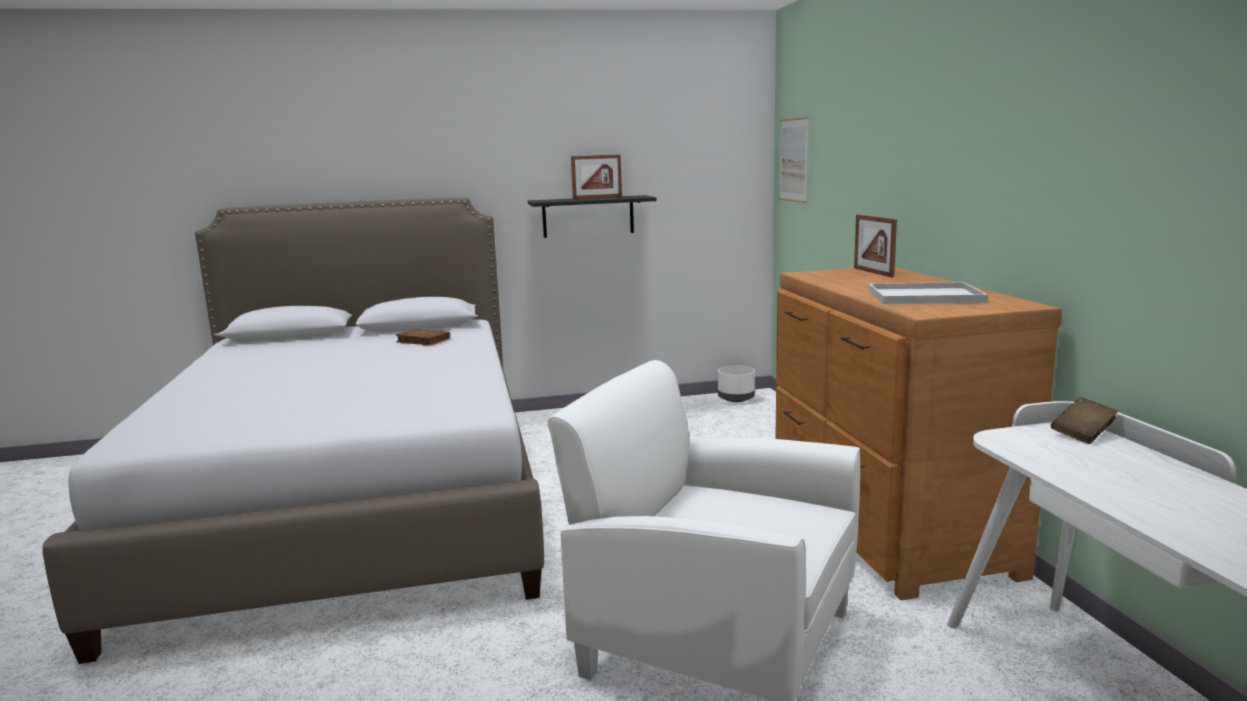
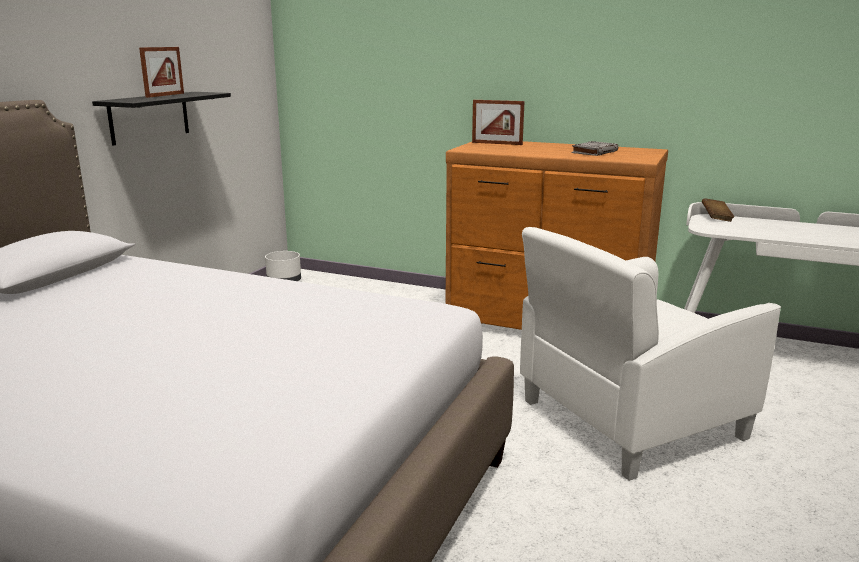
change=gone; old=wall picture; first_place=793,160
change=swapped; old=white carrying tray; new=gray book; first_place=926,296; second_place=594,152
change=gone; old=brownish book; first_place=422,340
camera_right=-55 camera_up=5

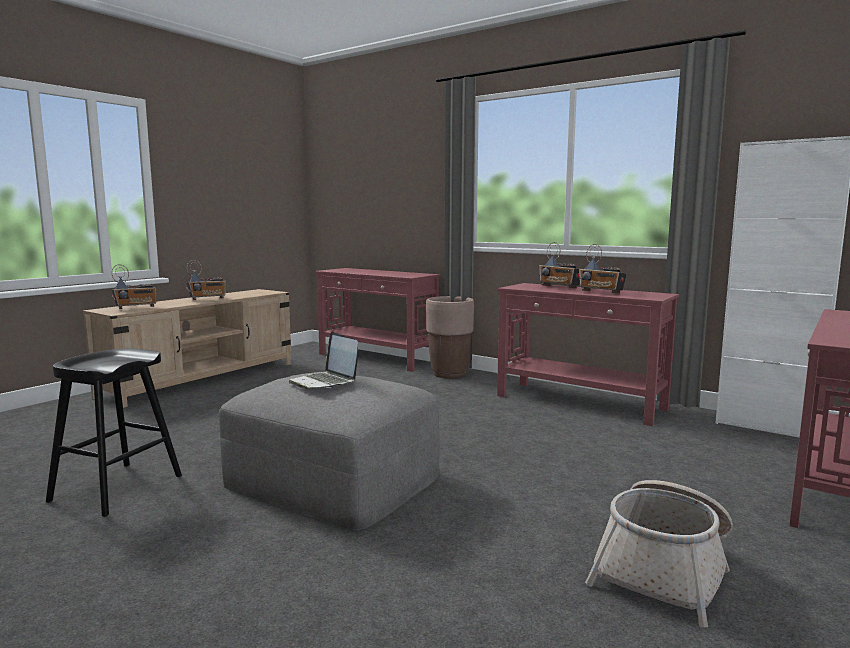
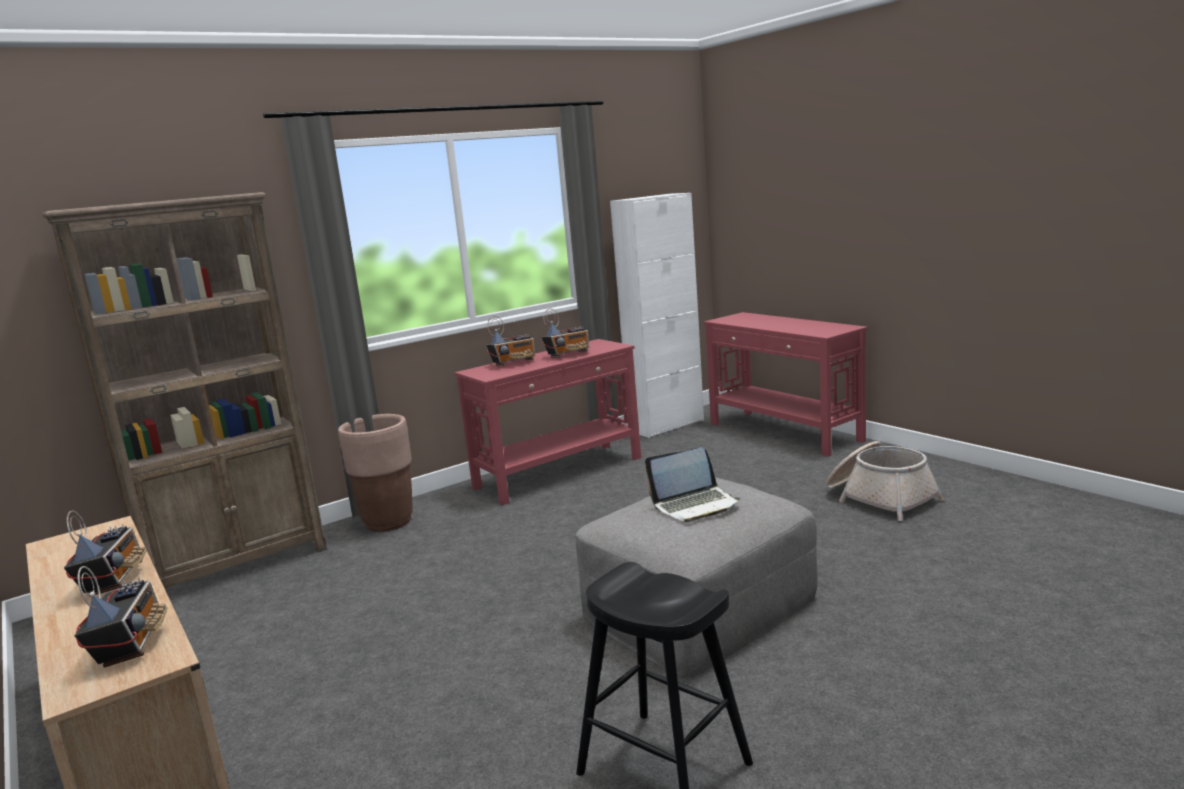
change=swapped; old=red-coloured narrow table; new=brownish bookcase; first_place=377,358; second_place=239,565
camera_right=-70 camera_up=5

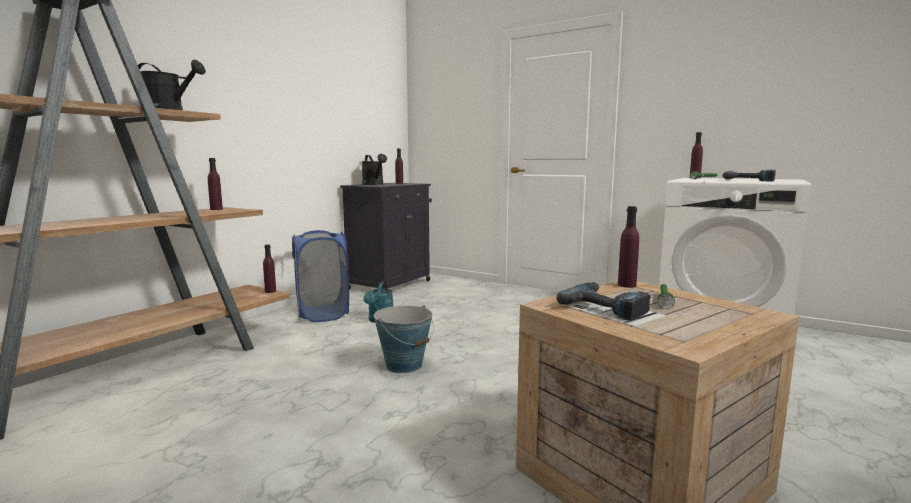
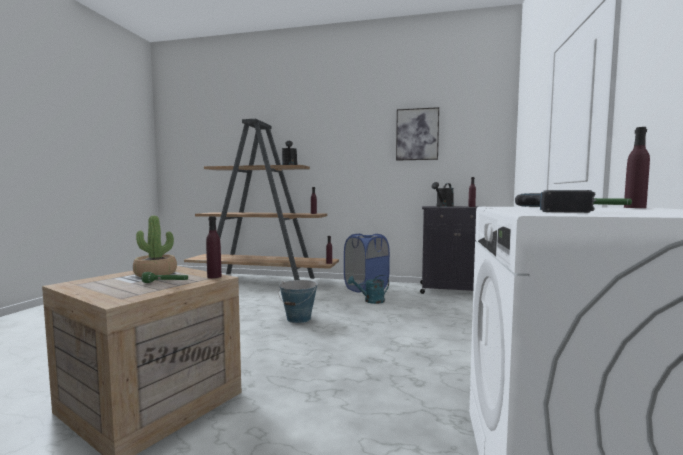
change=swapped; old=drill; new=houseplant; first_place=606,306; second_place=155,274
change=new; new=wall picture; second_place=417,134
camera_right=70 camera_up=-5

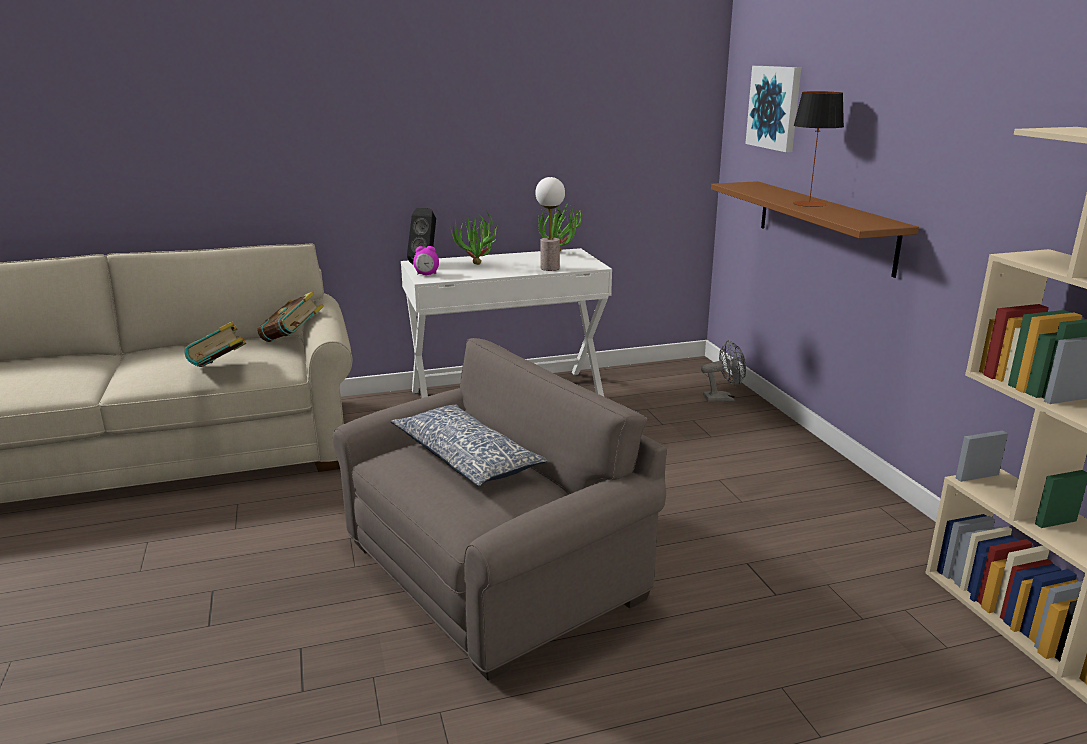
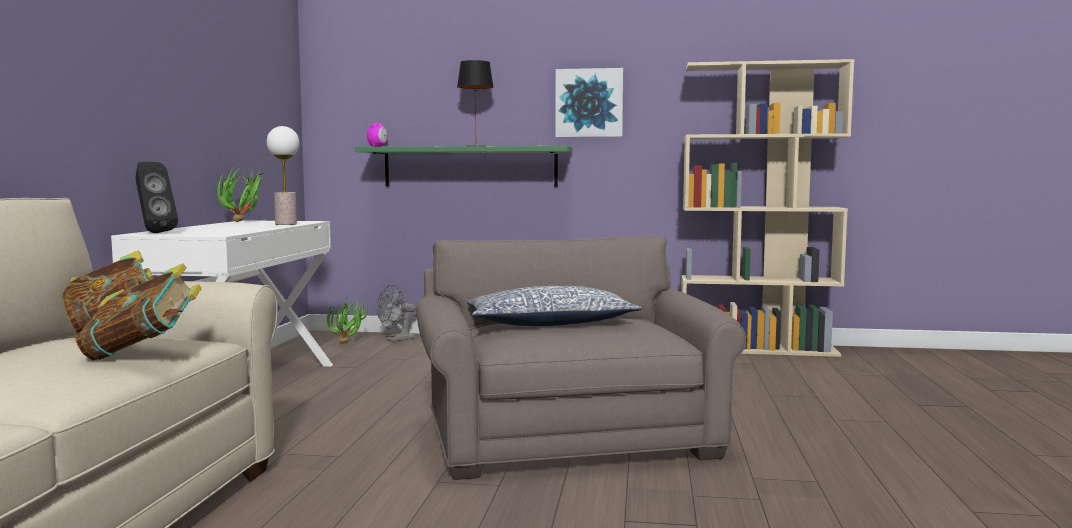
change=shifted; old=wall picture; first_place=774,107; second_place=589,103
change=repainted; old=brownish wall shelf; new=green-coloured wall shelf; first_place=824,225; second_place=470,167
change=shifted; old=houseplant; first_place=477,266; second_place=348,343
change=shifted; old=bedside clock; first_place=426,274; second_place=377,147
change=rotated; old=gray fan; first_place=723,398; second_place=396,340; degrees=-150
camera_right=-65 camera_up=-15

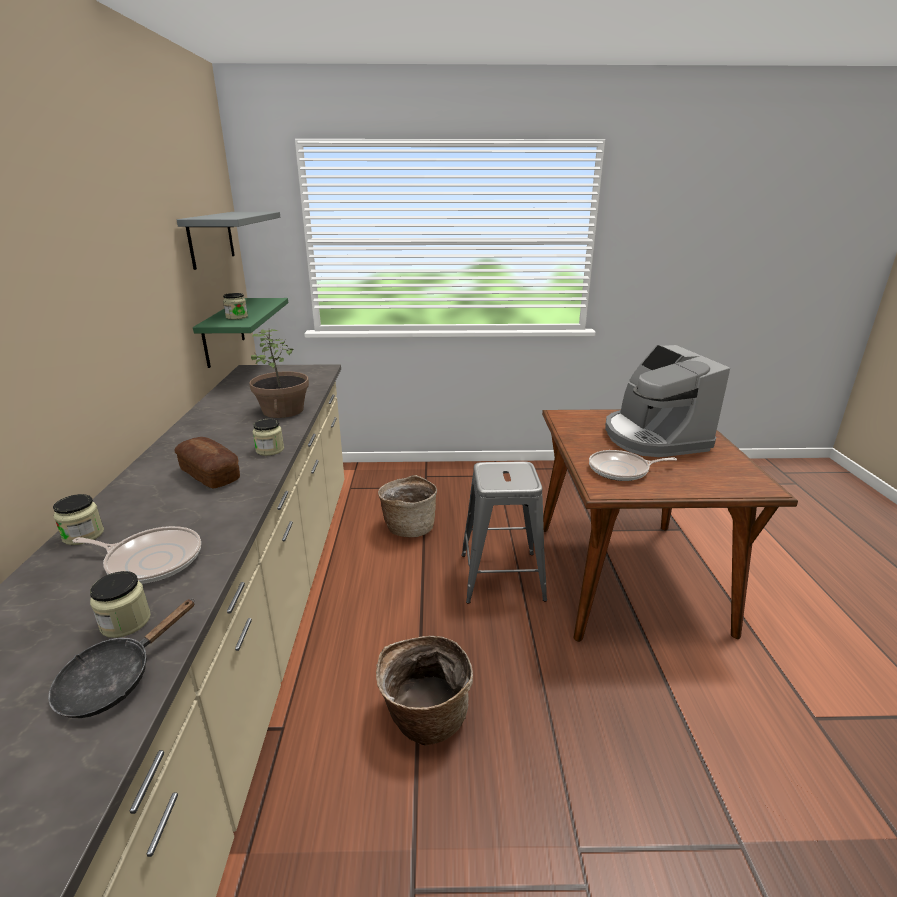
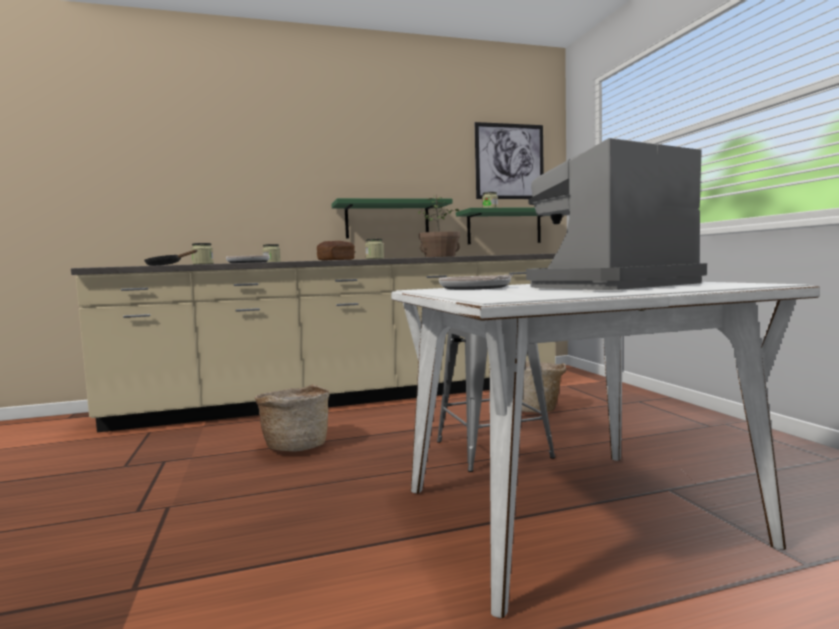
change=swapped; old=gray wall shelf; new=wall picture; first_place=211,239; second_place=509,161
change=repainted; old=brownish kitchen table; new=white kitchen table; first_place=627,576; second_place=572,516
change=new; new=green-coloured wall shelf; second_place=387,220
camera_right=75 camera_up=-20

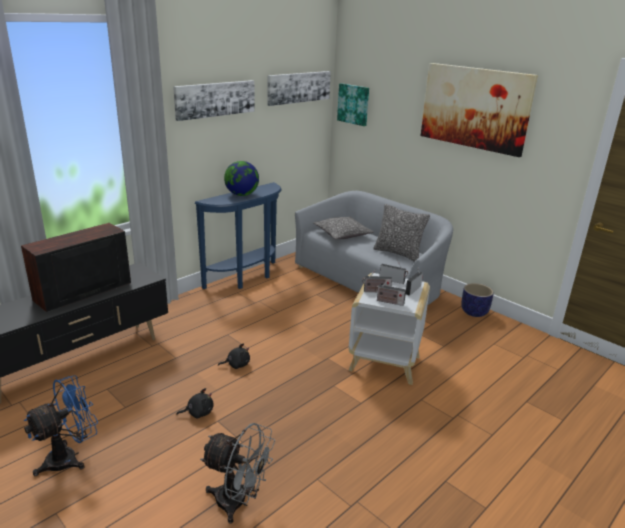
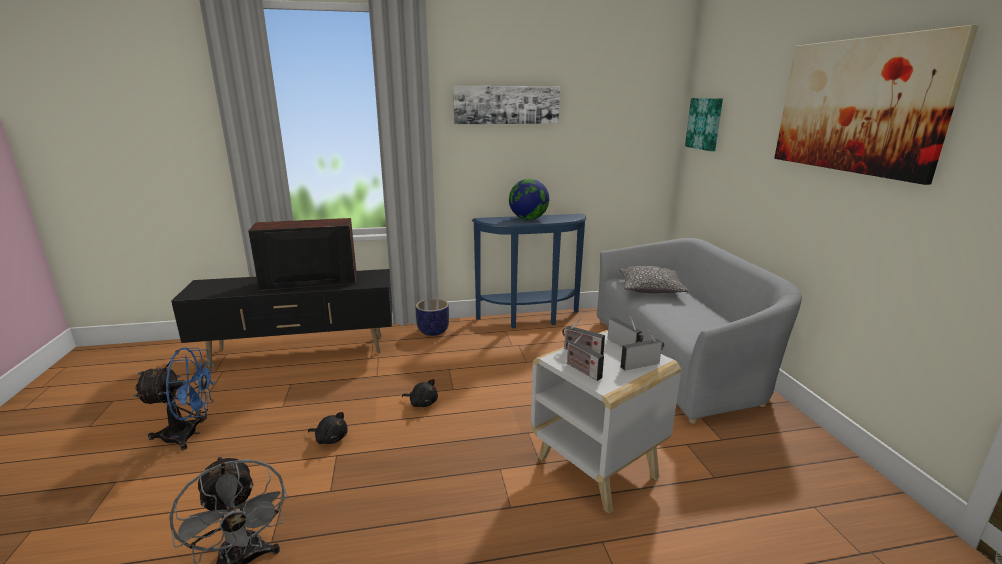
change=gone; old=wall picture; first_place=298,87
change=gone; old=cushion; first_place=398,253
change=shifted; old=plant pot; first_place=474,312; second_place=433,331
camera_right=35 camera_up=-5

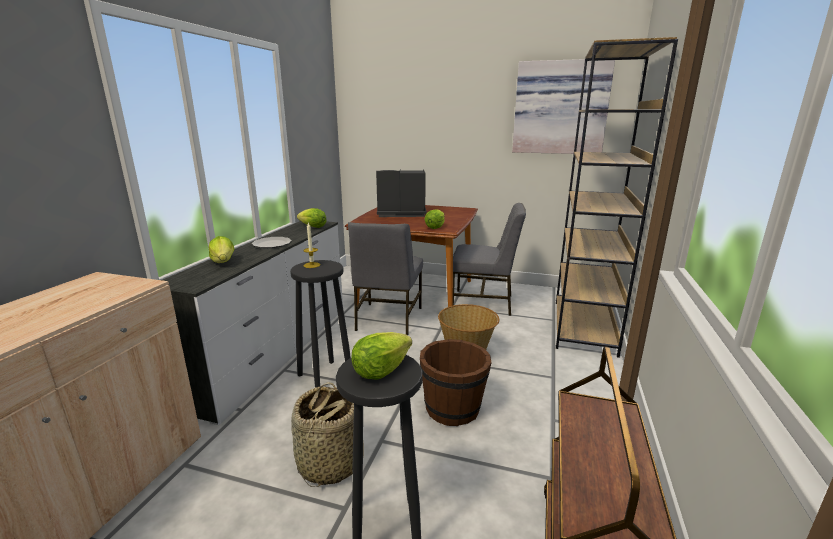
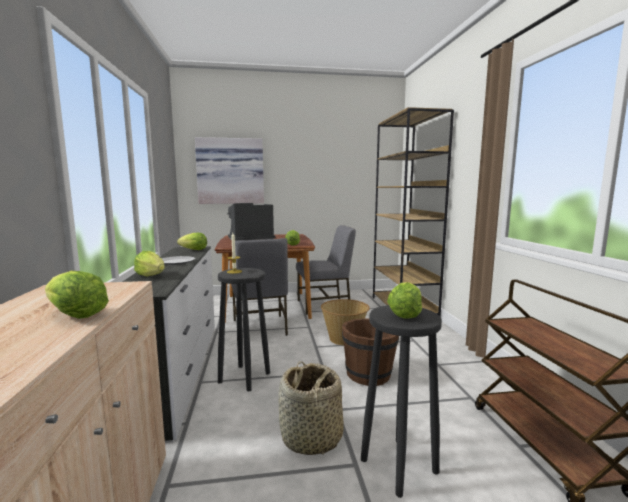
change=shifted; old=wall picture; first_place=560,108; second_place=230,171
change=new; new=head of lettuce; second_place=76,315
camera_right=-25 camera_up=-10

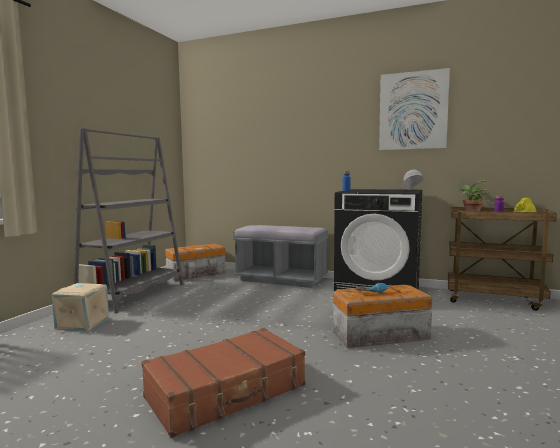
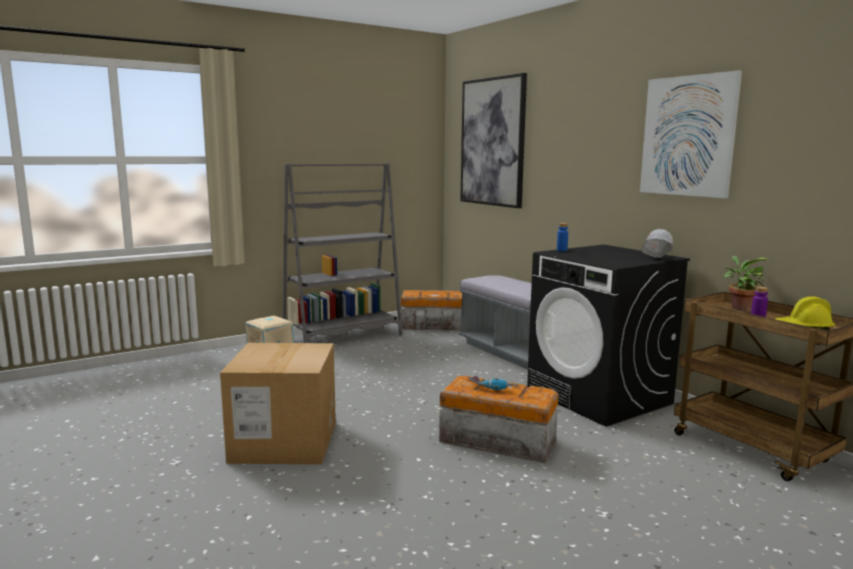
change=swapped; old=brownish travel case; new=cardboard box; first_place=227,392; second_place=284,442
change=new; new=wall picture; second_place=492,142
camera_right=35 camera_up=5

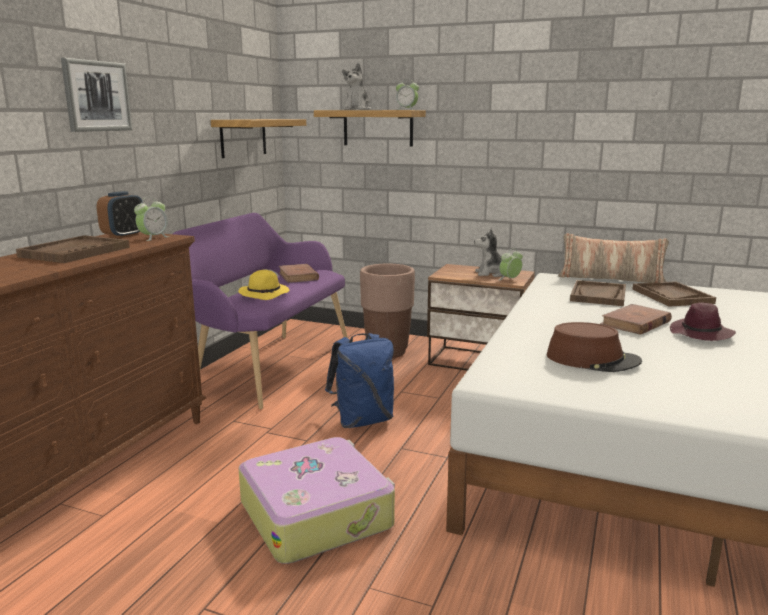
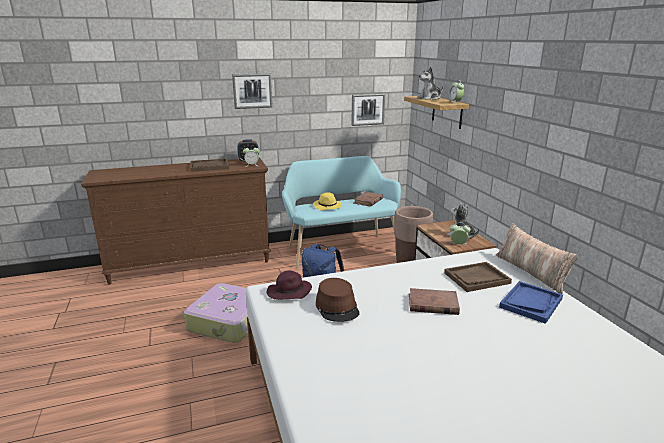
change=swapped; old=wall shelf; new=wall picture; first_place=243,137; second_place=367,109
change=repainted; old=purplish long seat; new=turquoise-coloured long seat; first_place=268,366; second_place=340,248
change=repainted; old=brownish carrying tray; new=blue carrying tray; first_place=671,296; second_place=531,303
change=shifted; old=purplish hat; first_place=701,334; second_place=288,293
camera_right=50 camera_up=5

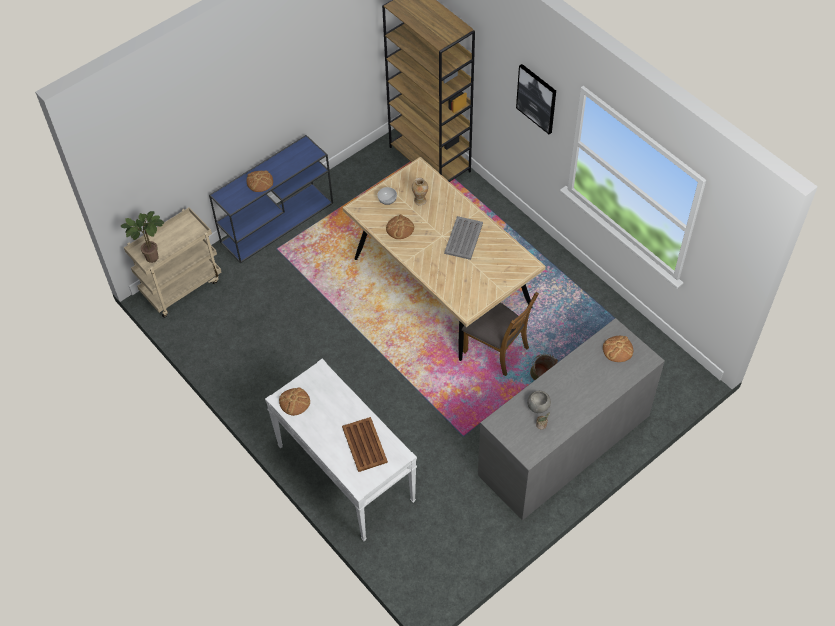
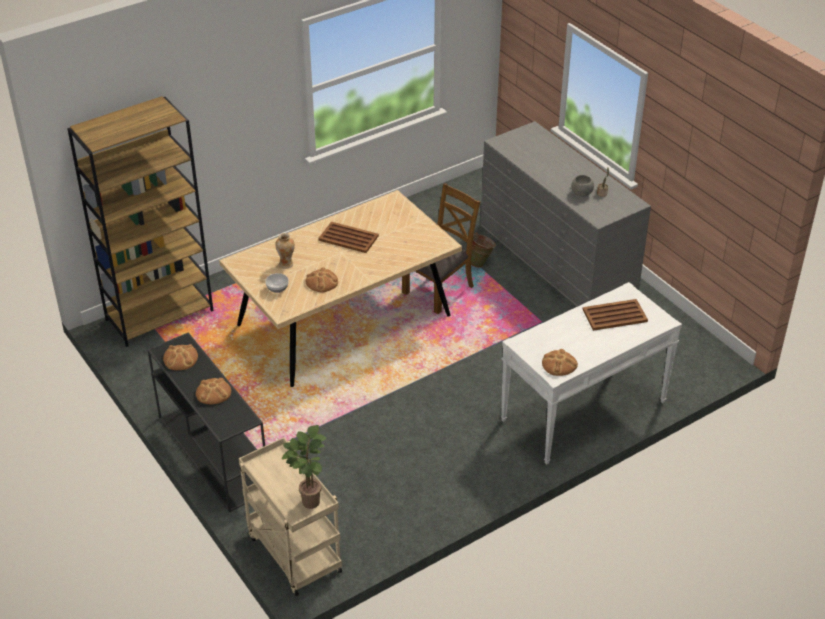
change=gone; old=wall picture; first_place=537,98
change=repainted; old=blue narrow table; new=blackish narrow table; first_place=278,221; second_place=212,453
change=repainted; old=gray carrying tray; new=brownish carrying tray; first_place=464,238; second_place=348,238
change=shifted; old=bakery bread; first_place=618,349; second_place=180,358
camera_right=-85 camera_up=-15

